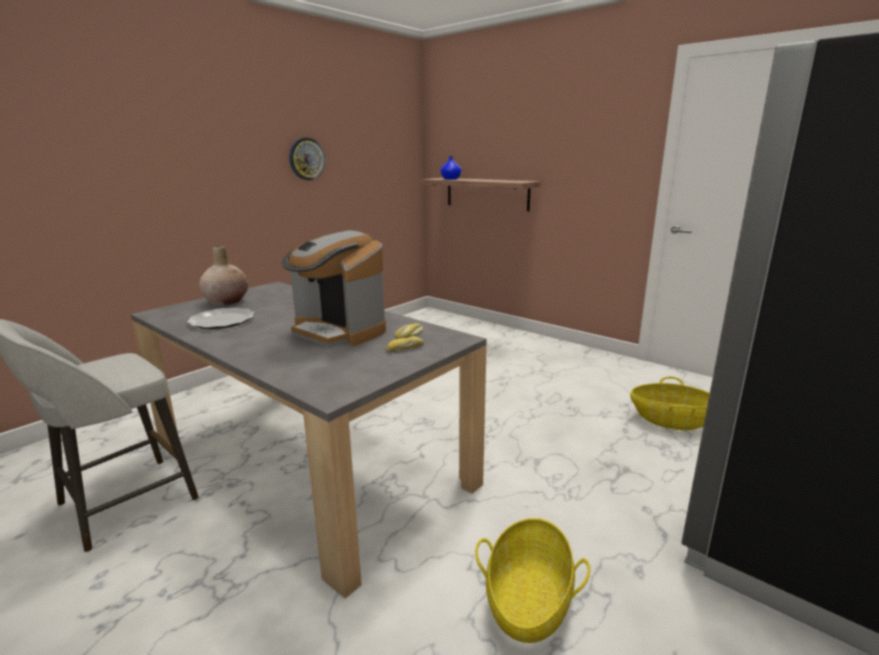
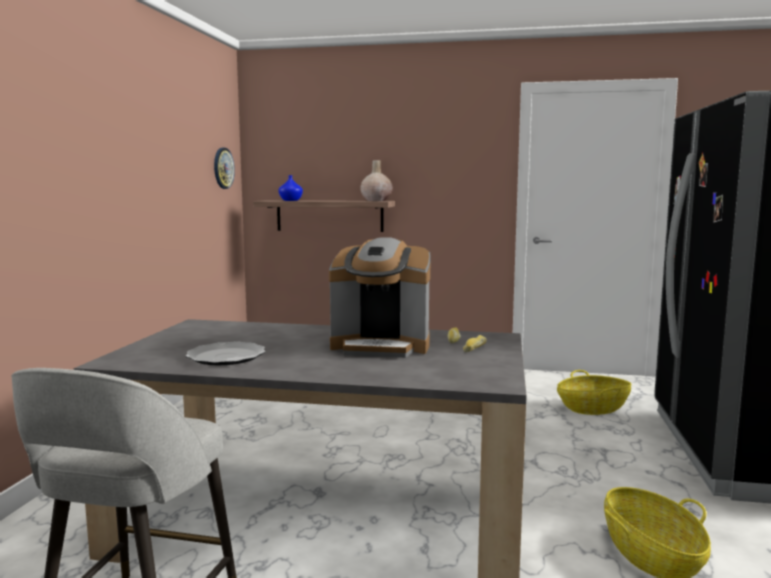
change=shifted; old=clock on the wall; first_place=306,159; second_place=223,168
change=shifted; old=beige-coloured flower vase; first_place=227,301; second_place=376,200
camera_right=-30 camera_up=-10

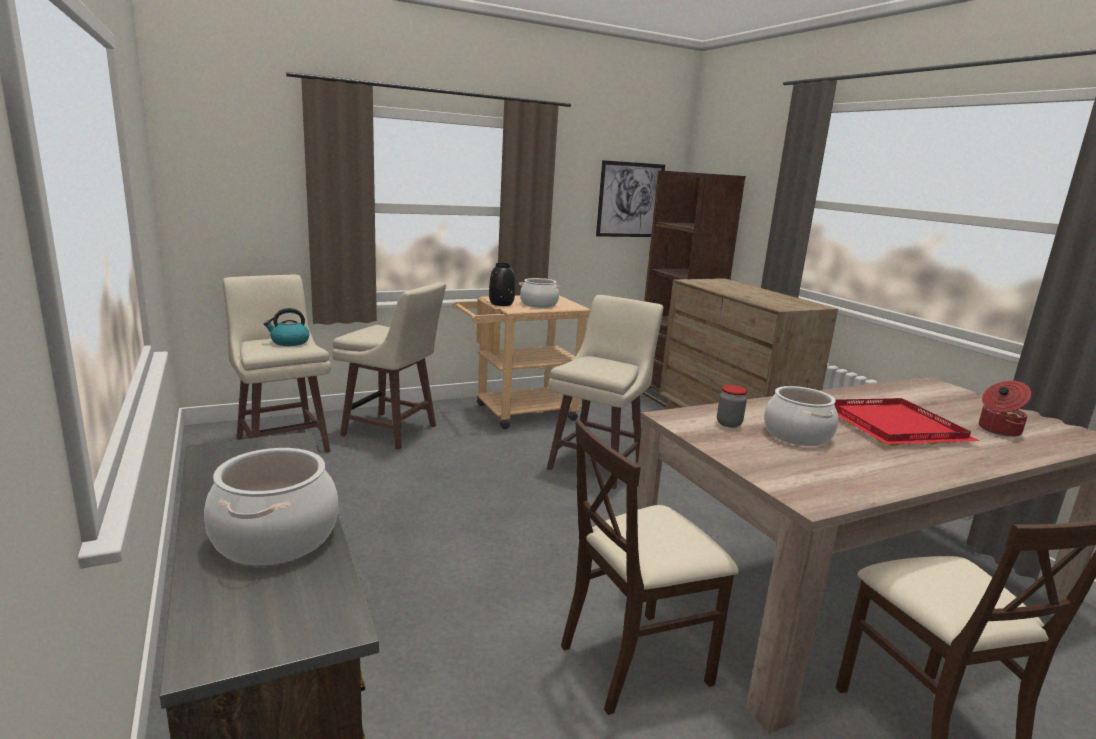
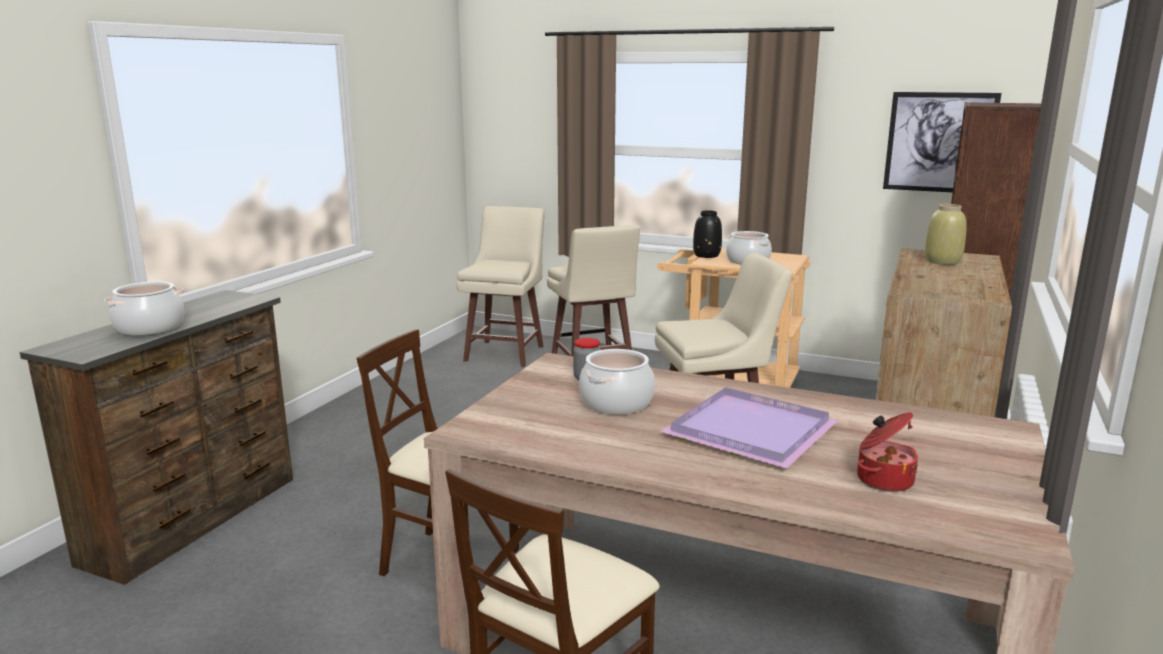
change=gone; old=water kettle; first_place=289,342
change=repainted; old=red-coloured carrying tray; new=purplish carrying tray; first_place=893,425; second_place=753,431
change=new; new=beige-coloured flower vase; second_place=942,261
camera_right=50 camera_up=0

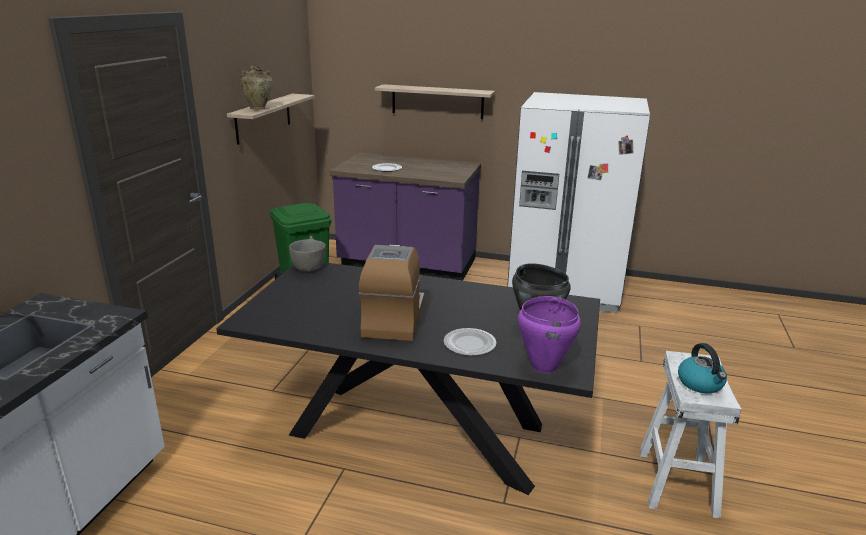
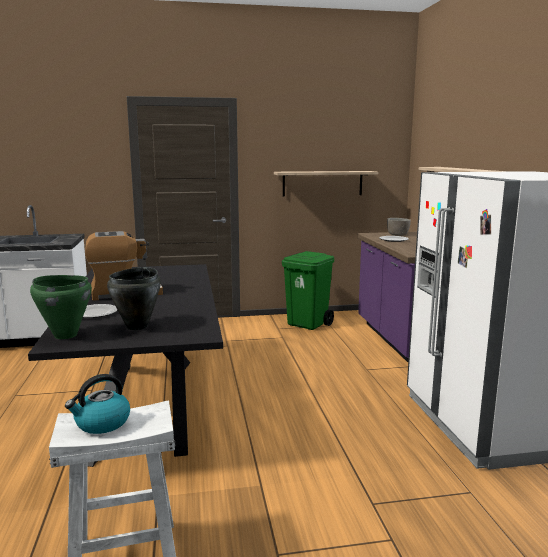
change=gone; old=beige-coloured flower vase; first_place=258,109
change=shifted; old=gray serving bowl; first_place=309,268; second_place=398,235
change=repainted; old=purplish saucepot; new=green-coloured saucepot; first_place=543,366; second_place=65,335
camera_right=65 camera_up=-10

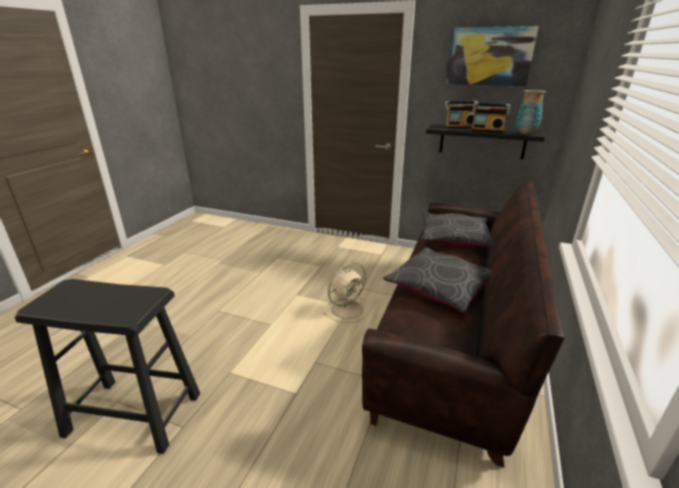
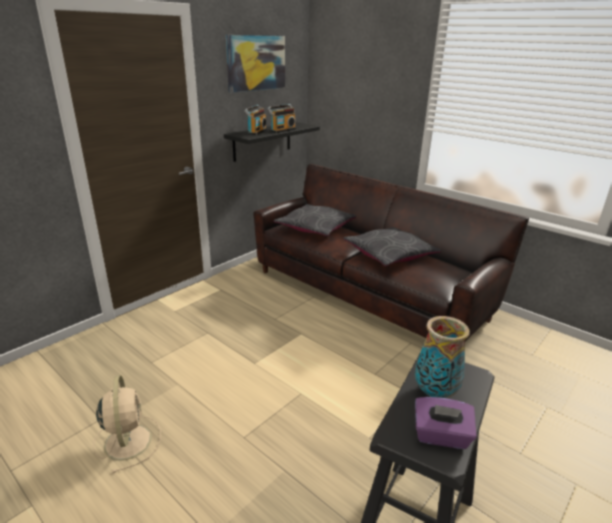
change=shifted; old=flower vase; first_place=525,133; second_place=436,392
change=shifted; old=beige-coloured fan; first_place=348,308; second_place=128,440
change=new; new=purplish tissue holder; second_place=441,436
camera_right=-70 camera_up=0

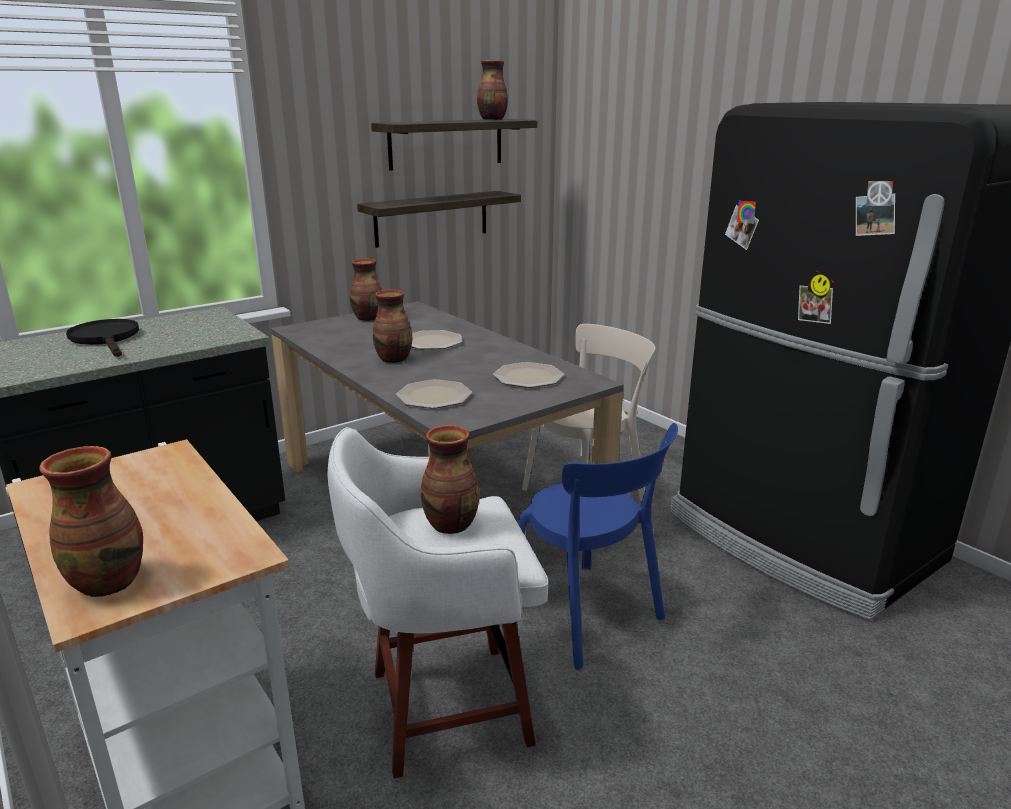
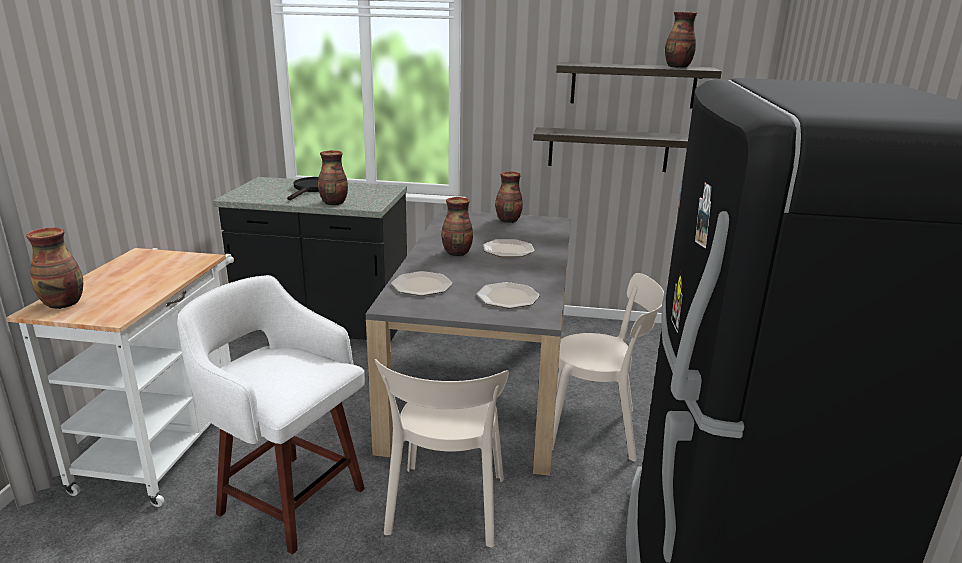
change=repainted; old=blue upright chair; new=beige-coloured upright chair; first_place=588,617; second_place=446,509
change=shifted; old=flower vase; first_place=452,525; second_place=334,203
camera_right=45 camera_up=0

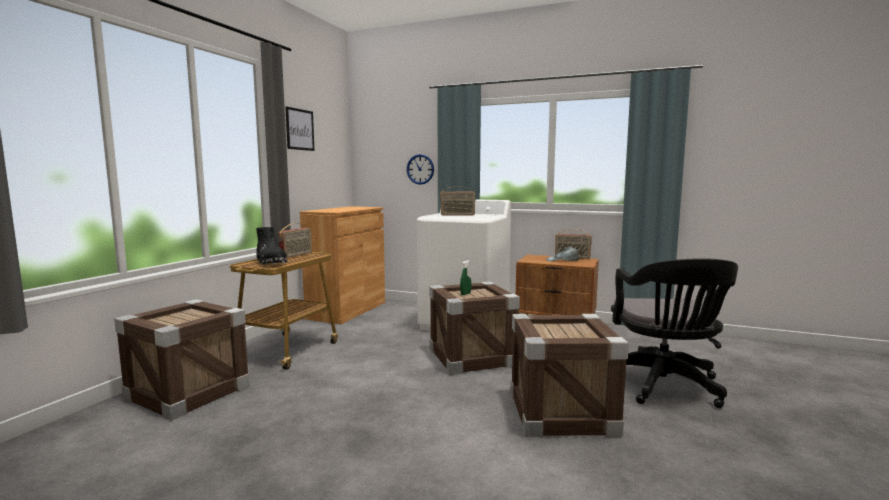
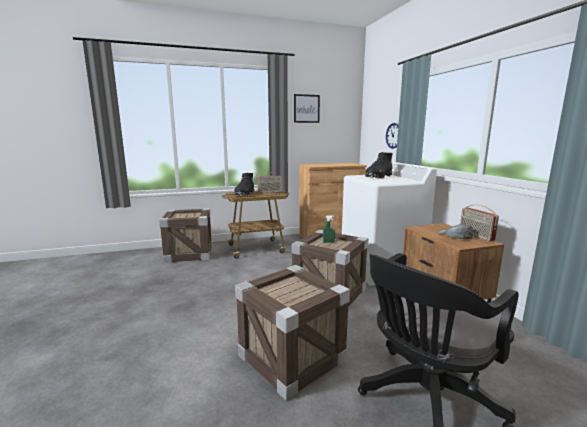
change=swapped; old=radio set; new=blackish boot; first_place=457,215; second_place=378,177
camera_right=50 camera_up=5

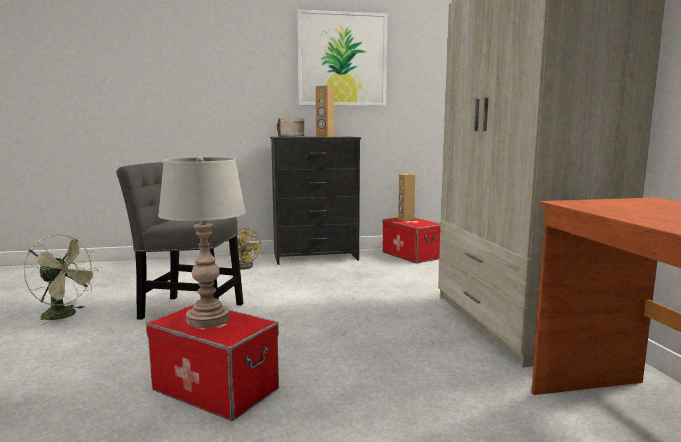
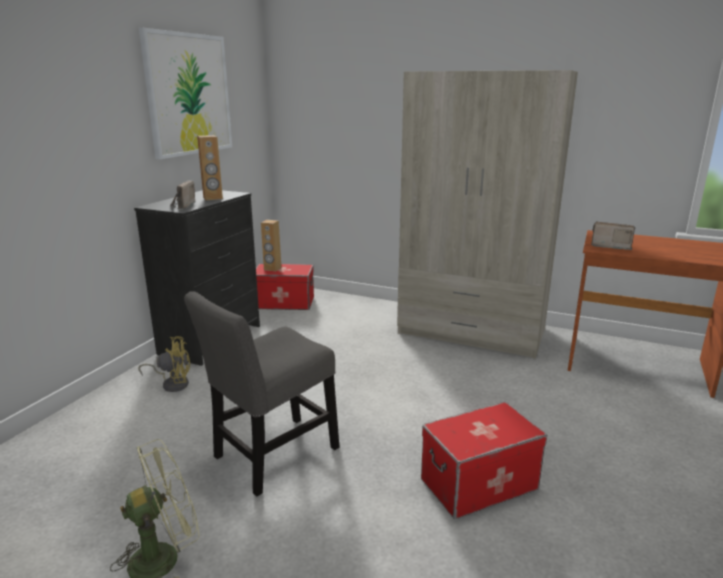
change=gone; old=gray tabletop lamp; first_place=208,319
change=new; new=radio set; second_place=610,246
camera_right=-55 camera_up=10

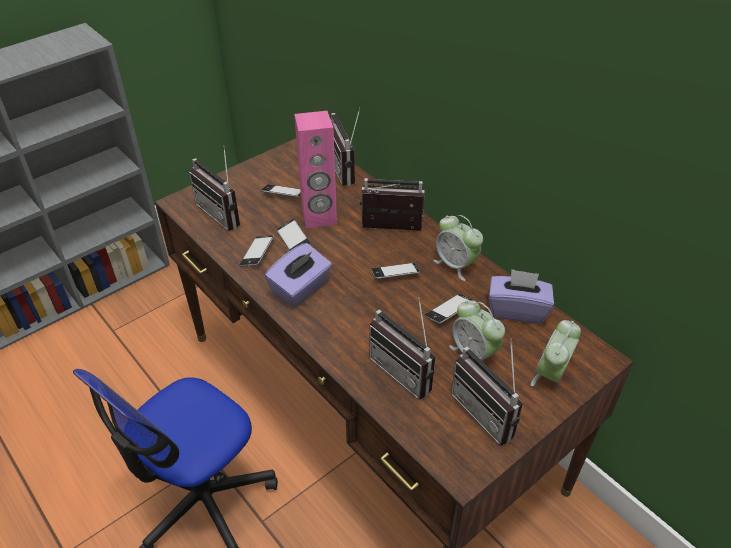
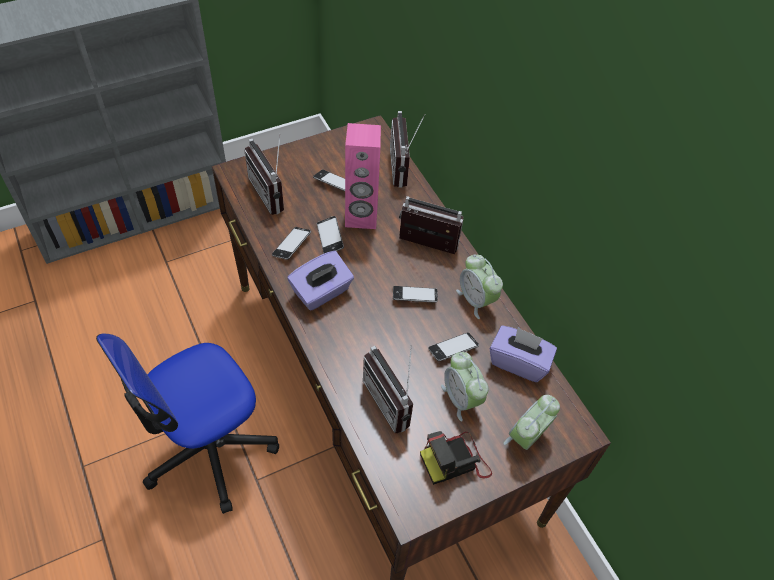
change=swapped; old=radio set; new=still camera; first_place=489,412; second_place=455,461
camera_right=10 camera_up=10

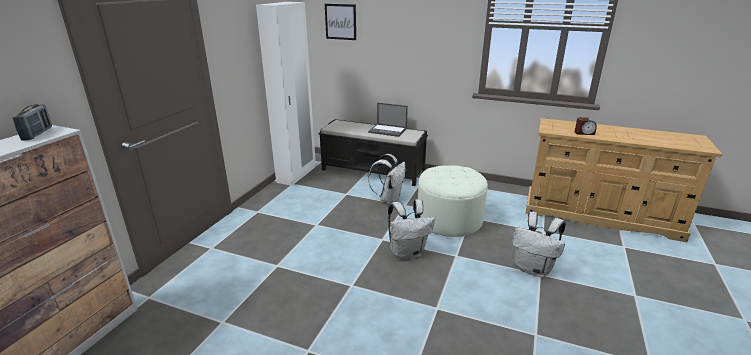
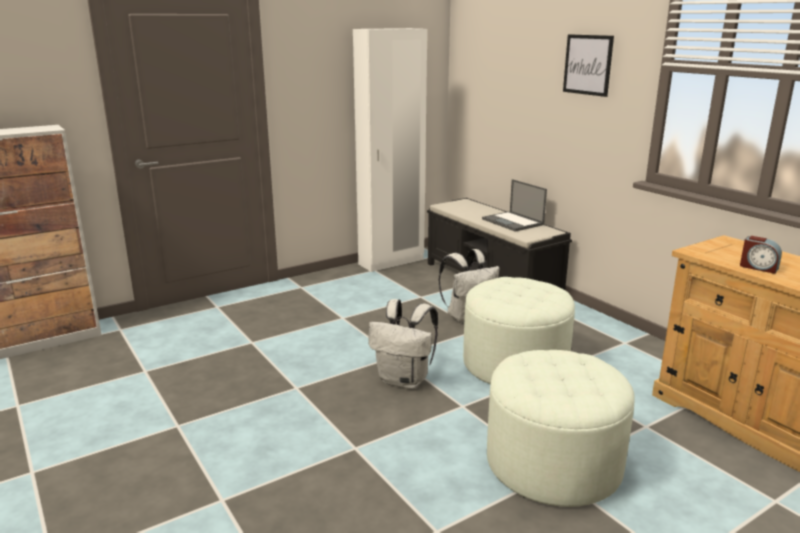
change=shifted; old=wall picture; first_place=340,22; second_place=587,65
change=gone; old=radio set; first_place=37,134
change=swapped; old=white rucksack; new=white ottoman; first_place=533,269; second_place=553,463
camera_right=35 camera_up=-5

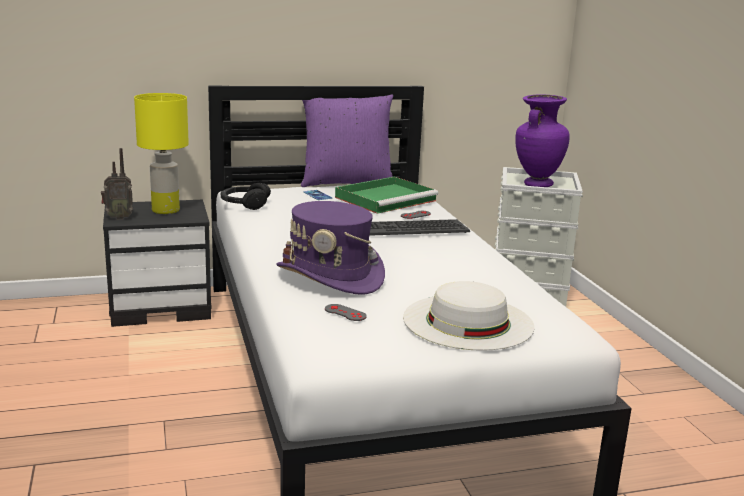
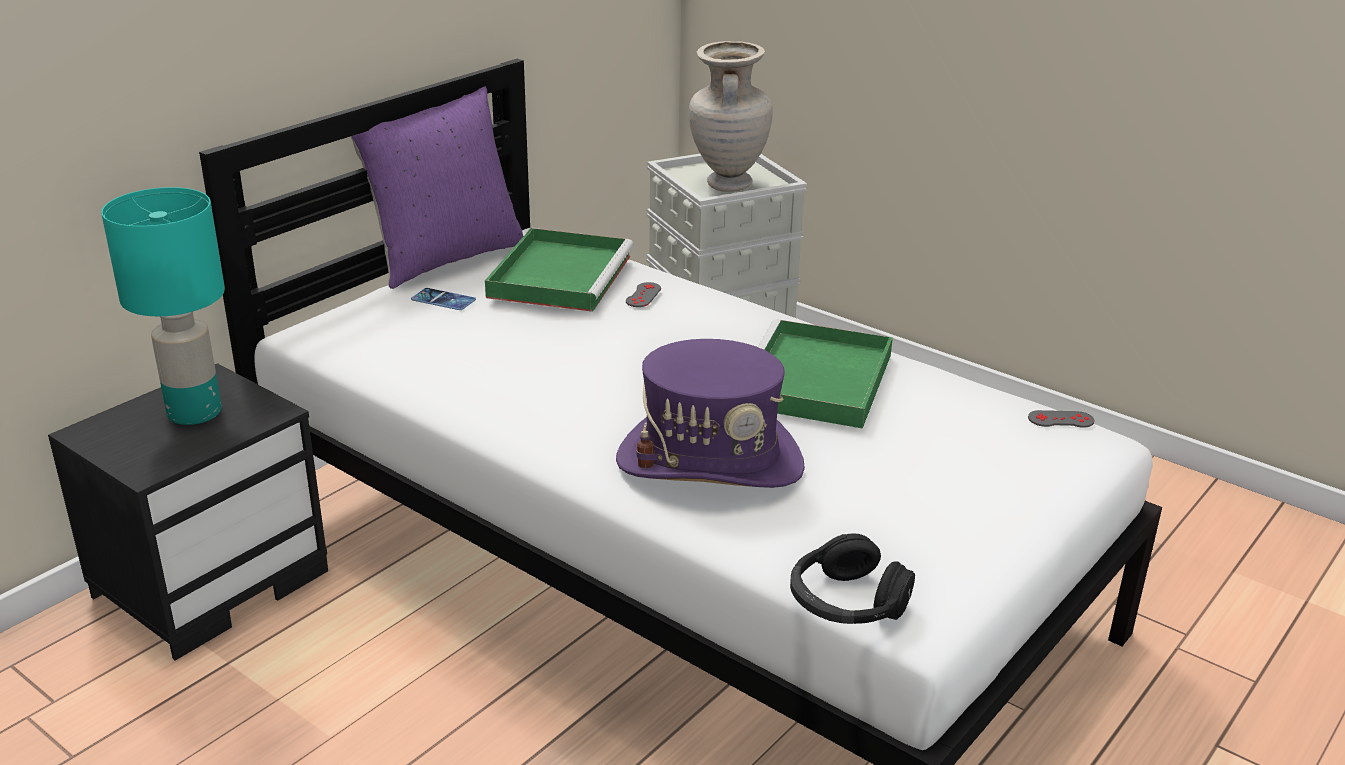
change=repainted; old=yellowish tabletop lamp; new=turquoise-coloured tabletop lamp; first_place=165,211; second_place=194,413
change=repainted; old=purplish flower vase; new=beige-coloured flower vase; first_place=536,184; second_place=727,184
change=gone; old=radio set; first_place=118,217
change=shifted; old=blackish pair of headphones; first_place=245,204; second_place=846,603
change=gone; old=keyboard; first_place=412,228
change=gone; old=white hat; first_place=468,321
change=shifted; old=gray gamepad; first_place=345,313; second_place=1060,419
change=new; new=green-coloured carrying tray; second_place=816,382
camera_right=-35 camera_up=10

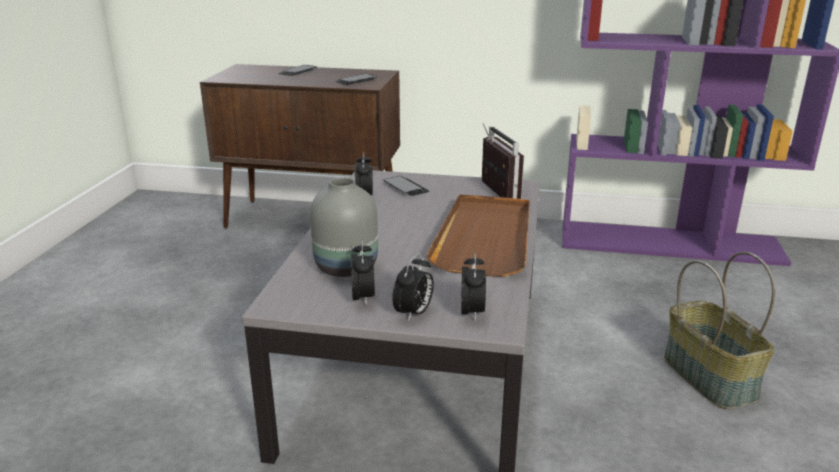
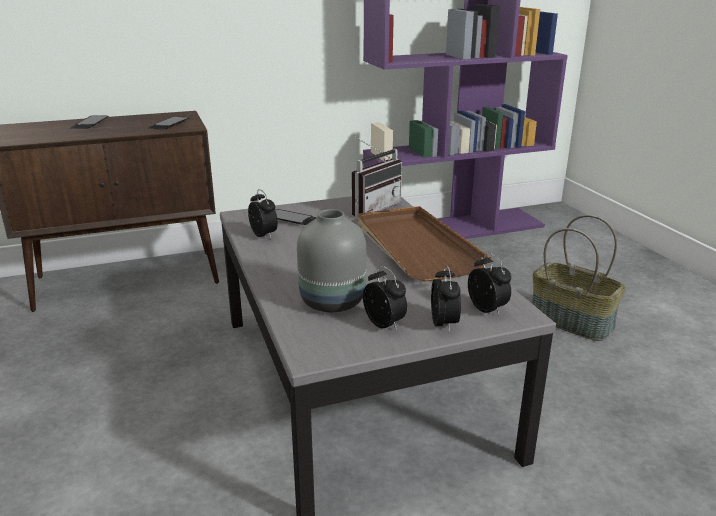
change=rotated; old=radio set; first_place=492,193; second_place=371,208; degrees=90
camera_right=-30 camera_up=0

